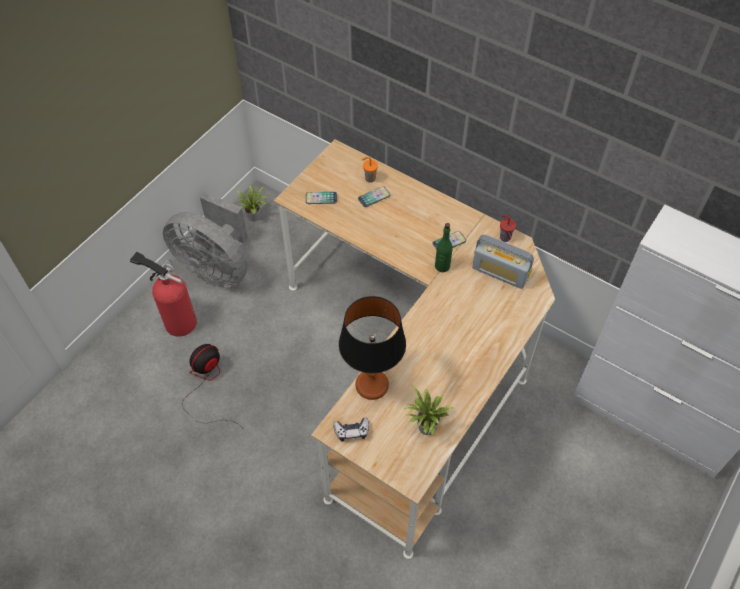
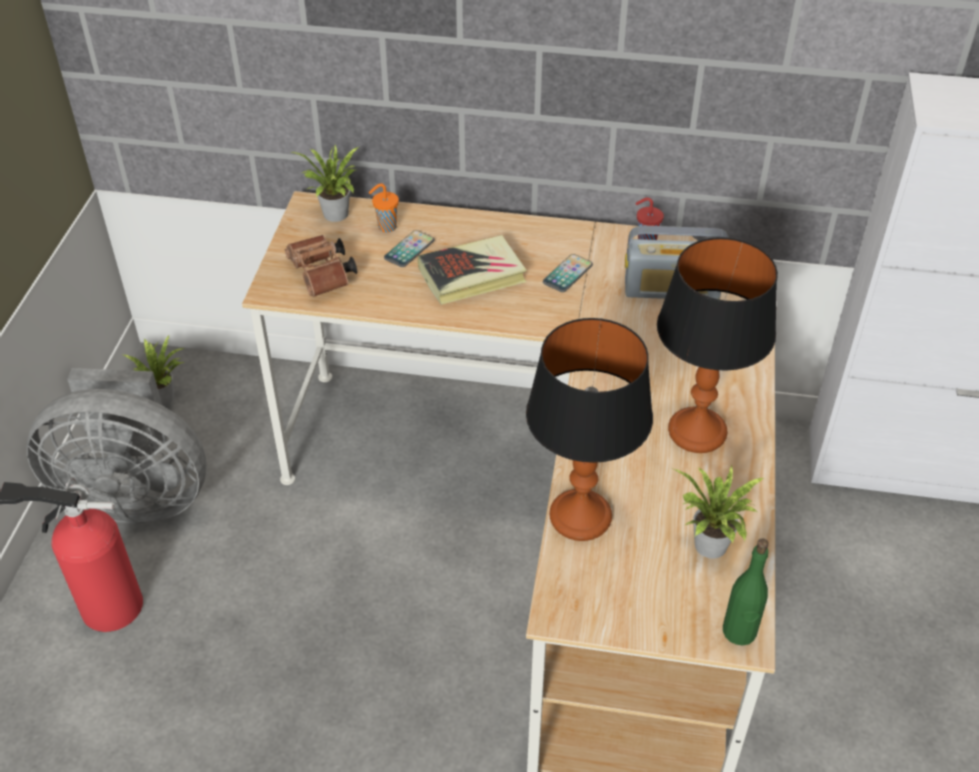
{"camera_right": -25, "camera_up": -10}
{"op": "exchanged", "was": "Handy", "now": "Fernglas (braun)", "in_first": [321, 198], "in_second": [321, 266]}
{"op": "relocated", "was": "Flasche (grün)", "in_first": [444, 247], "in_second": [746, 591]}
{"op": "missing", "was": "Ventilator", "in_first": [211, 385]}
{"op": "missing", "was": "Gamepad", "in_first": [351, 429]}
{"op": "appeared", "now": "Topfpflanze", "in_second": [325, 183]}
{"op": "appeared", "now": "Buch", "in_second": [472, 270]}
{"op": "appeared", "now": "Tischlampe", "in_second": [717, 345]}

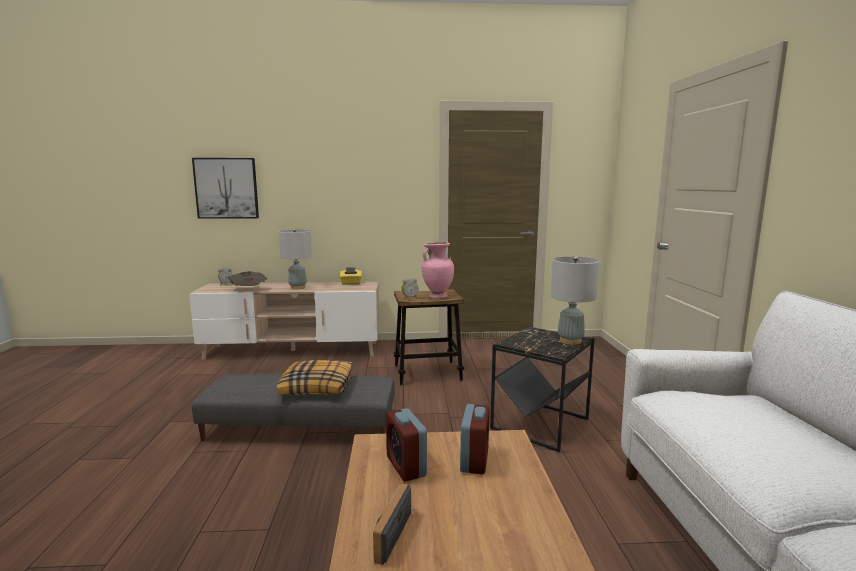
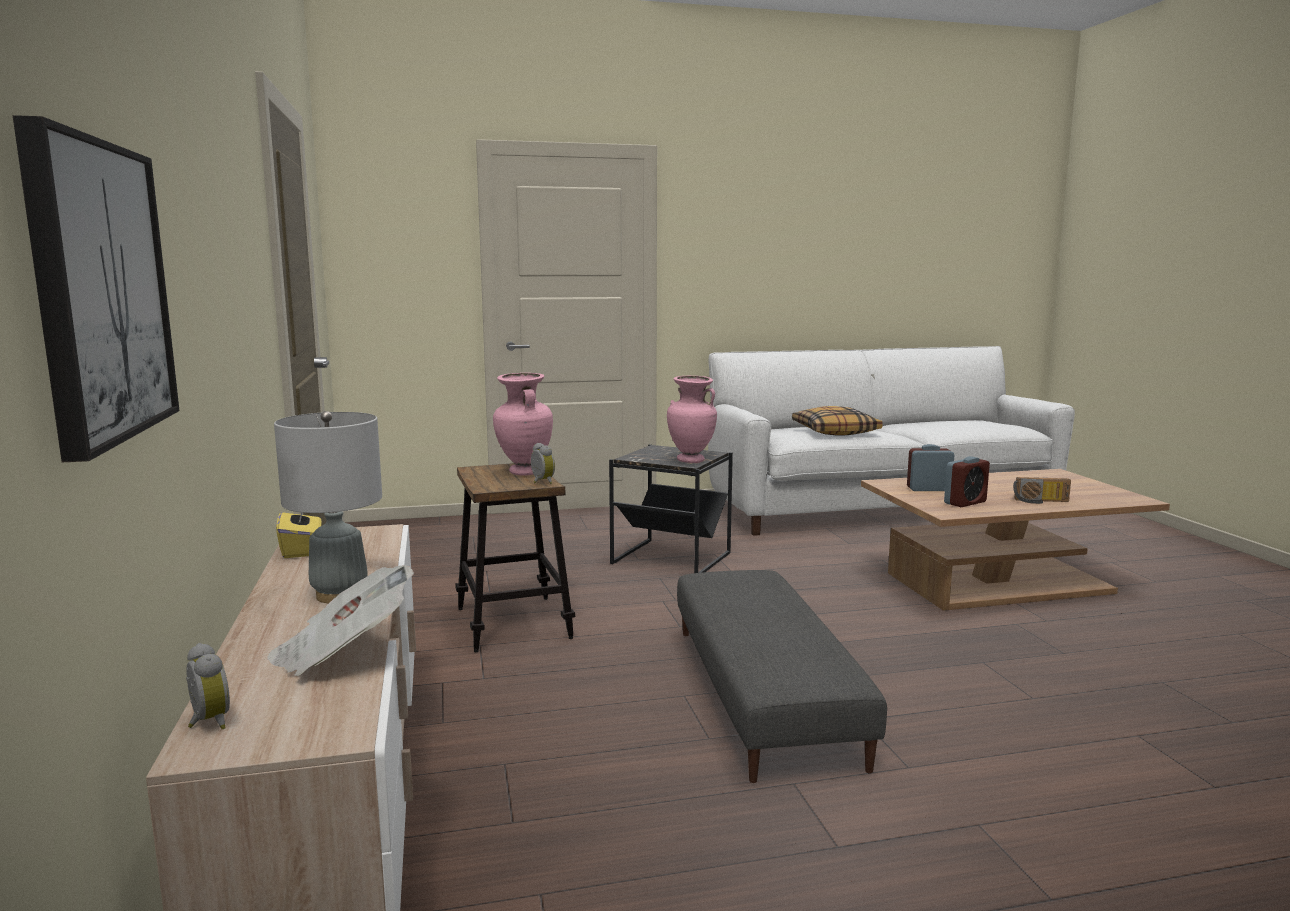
{"camera_right": -100, "camera_up": 0}
{"op": "missing", "was": "Tischlampe (grau)", "in_first": [575, 300]}
{"op": "relocated", "was": "Kissen", "in_first": [314, 377], "in_second": [837, 420]}
{"op": "appeared", "now": "Vase (rosa)", "in_second": [692, 419]}

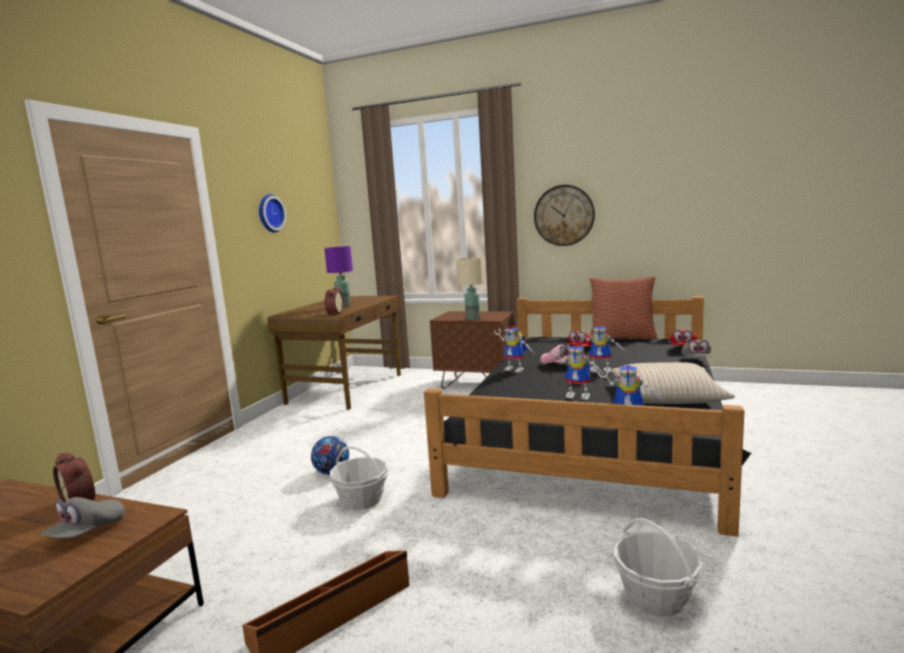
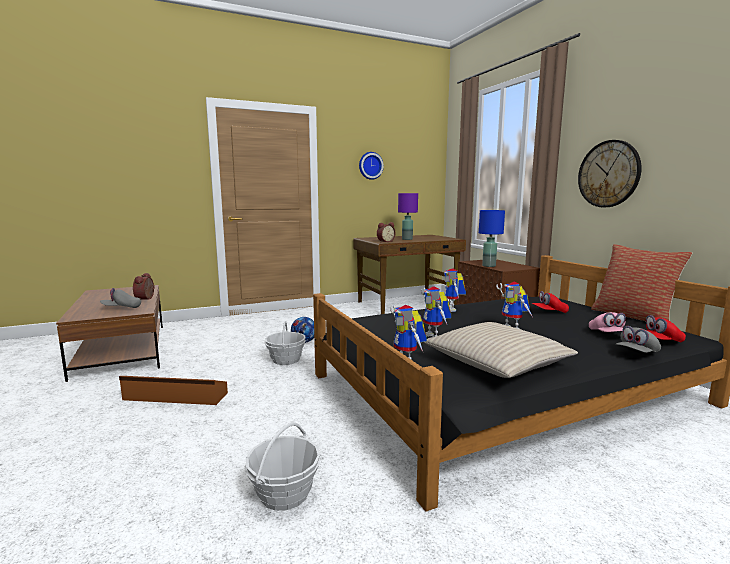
{"camera_right": 45, "camera_up": 0}
{"op": "colour", "was": "Tischlampe (beige)", "now": "Tischlampe (blau)", "in_first": [470, 288], "in_second": [492, 238]}
{"op": "relocated", "was": "Kappe (rosa)", "in_first": [555, 353], "in_second": [607, 322]}

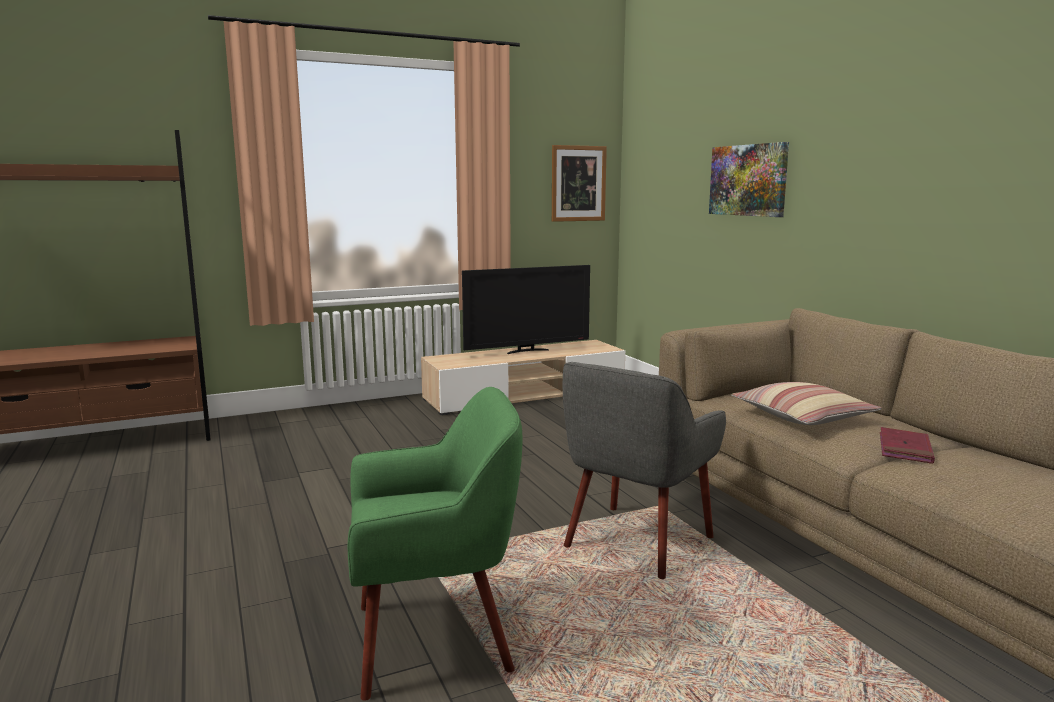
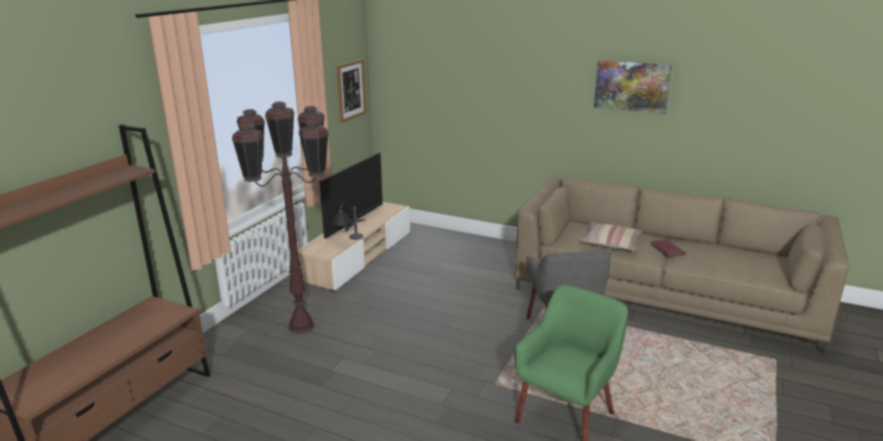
{"camera_right": -40, "camera_up": 10}
{"op": "relocated", "was": "Bild", "in_first": [749, 179], "in_second": [633, 87]}
{"op": "appeared", "now": "Stehlampe (braun)", "in_second": [280, 218]}
{"op": "appeared", "now": "Tischlampe", "in_second": [347, 220]}

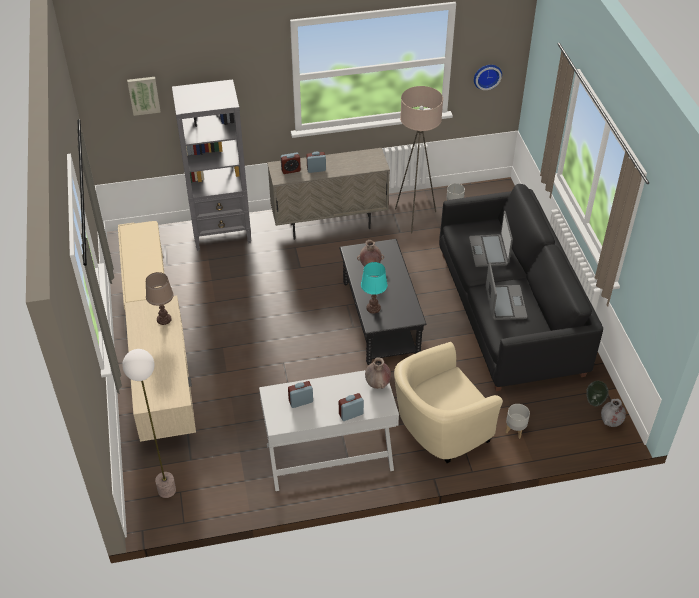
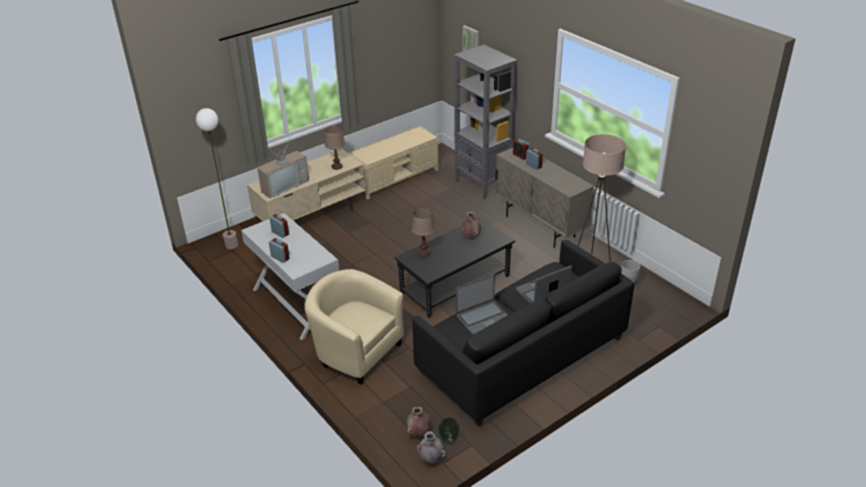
{"camera_right": 65, "camera_up": -10}
{"op": "missing", "was": "Wanduhr", "in_first": [488, 77]}
{"op": "colour", "was": "Tischlampe (türkis)", "now": "Tischlampe (braun)", "in_first": [374, 287], "in_second": [423, 232]}
{"op": "relocated", "was": "Vase (braun)", "in_first": [378, 373], "in_second": [419, 422]}
{"op": "missing", "was": "Pflanzkübel (grau)", "in_first": [517, 421]}
{"op": "appeared", "now": "Fernseher", "in_second": [283, 167]}

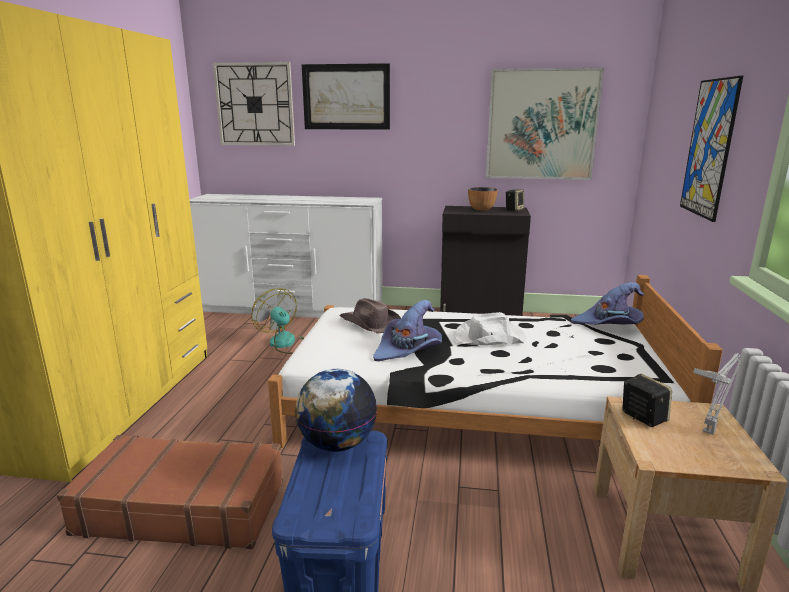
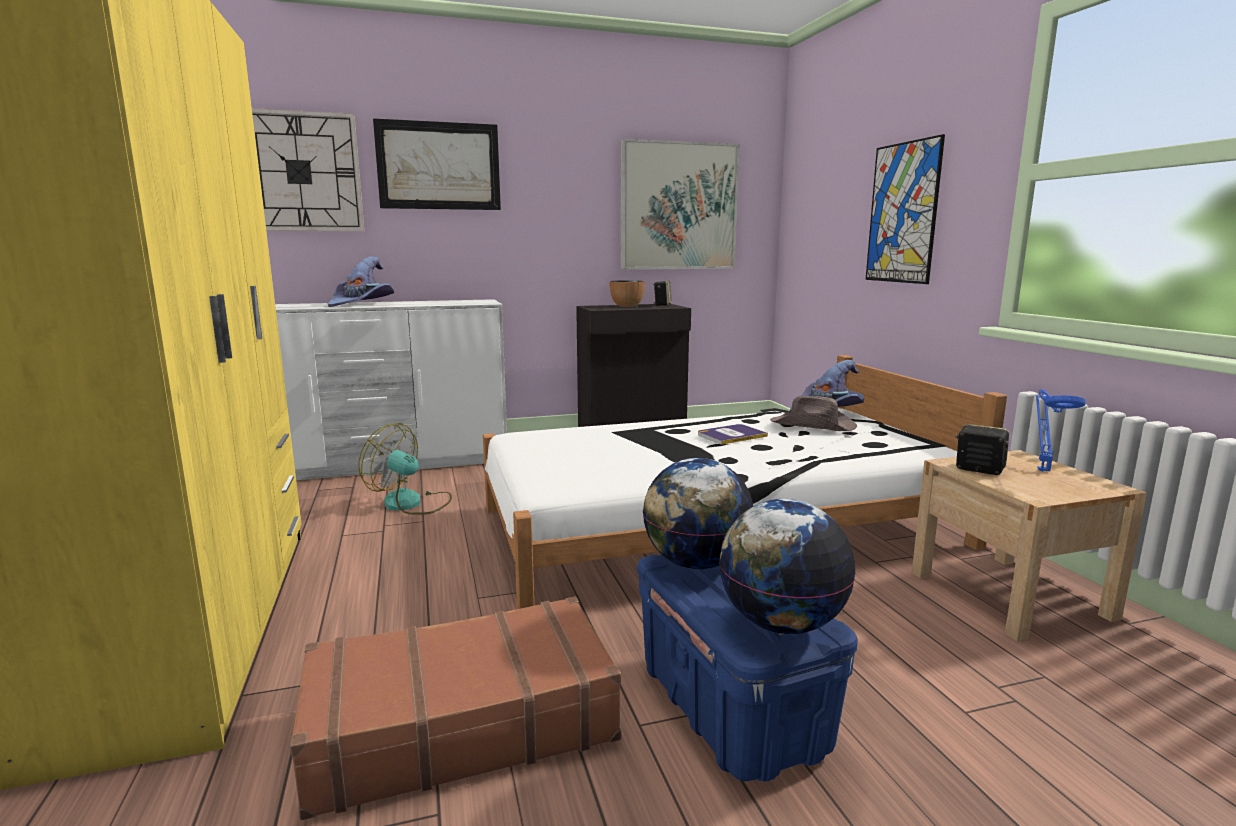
{"camera_right": -25, "camera_up": -5}
{"op": "relocated", "was": "Hut (braun)", "in_first": [370, 316], "in_second": [813, 413]}
{"op": "relocated", "was": "Hut (lila)", "in_first": [407, 330], "in_second": [361, 281]}
{"op": "exchanged", "was": "Hut (weiß)", "now": "Buch", "in_first": [490, 328], "in_second": [733, 434]}
{"op": "colour", "was": "Tischlampe (grau)", "now": "Tischlampe (blau)", "in_first": [717, 394], "in_second": [1061, 430]}
{"op": "appeared", "now": "Globus", "in_second": [787, 566]}

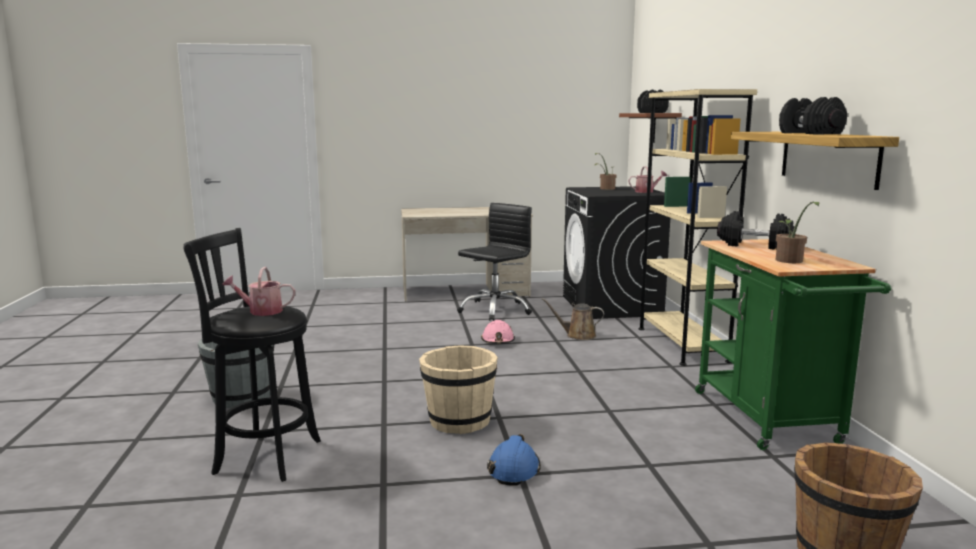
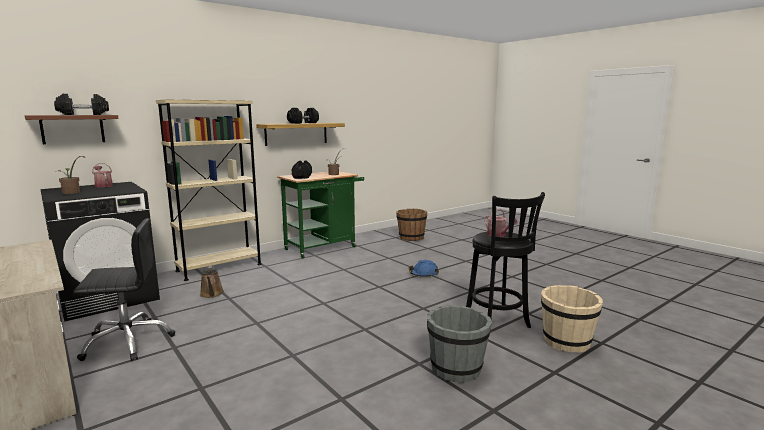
{"camera_right": -120, "camera_up": 0}
{"op": "spun", "was": "Bürostuhl (schwarz)", "in_first": [494, 262], "in_second": [124, 289], "clockwise": 150}
{"op": "missing", "was": "Schutzhelm (rosa)", "in_first": [498, 331]}
{"op": "relocated", "was": "Eimer (beige)", "in_first": [458, 389], "in_second": [572, 319]}

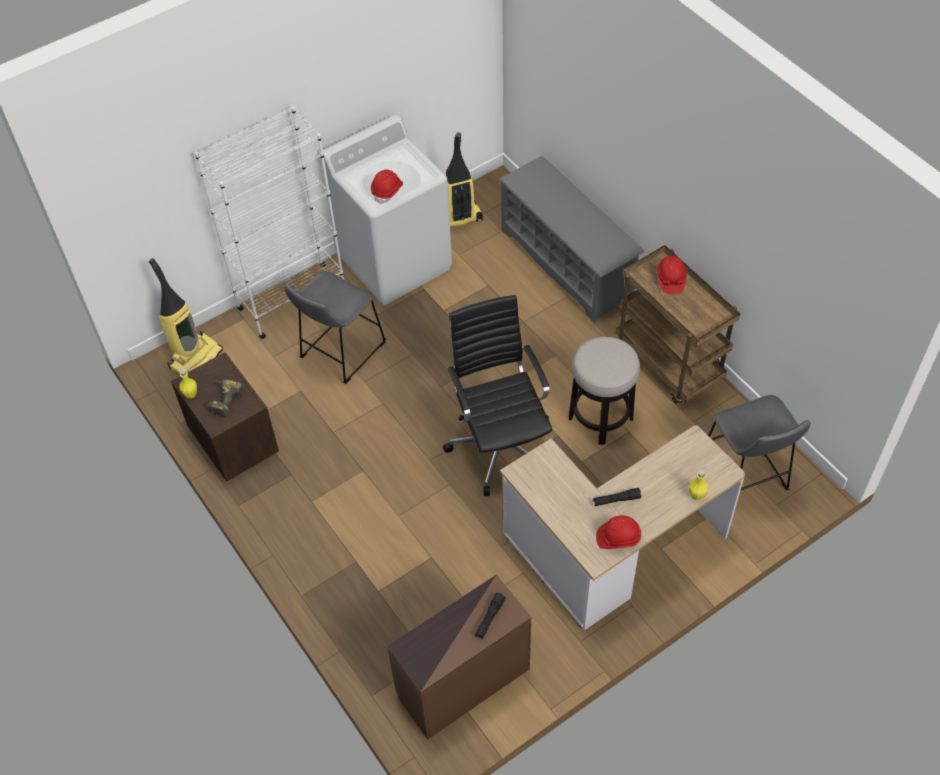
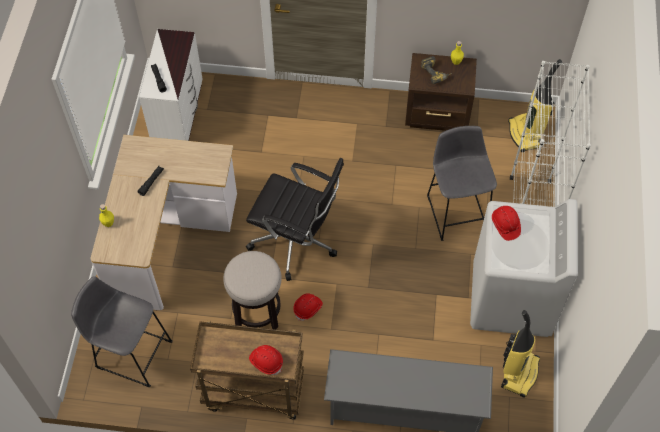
{"camera_right": 130, "camera_up": 5}
{"op": "relocated", "was": "Schutzhelm (rot)", "in_first": [618, 532], "in_second": [308, 307]}
{"op": "colour", "was": "Kommode (braun)", "now": "Kommode (weiß)", "in_first": [459, 656], "in_second": [171, 85]}

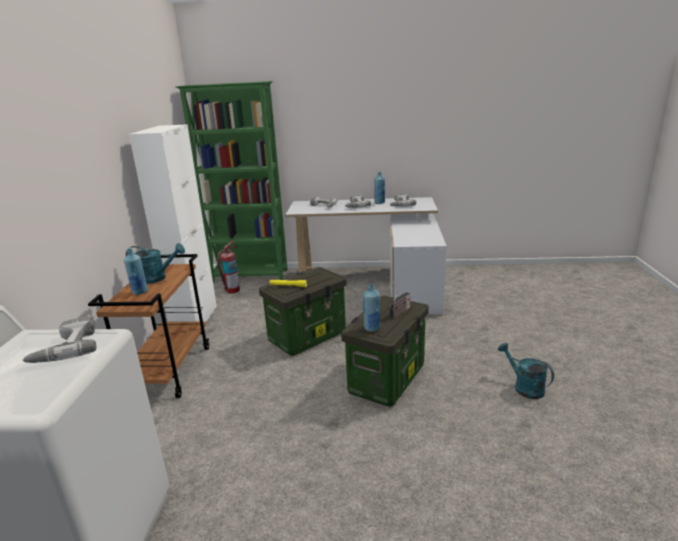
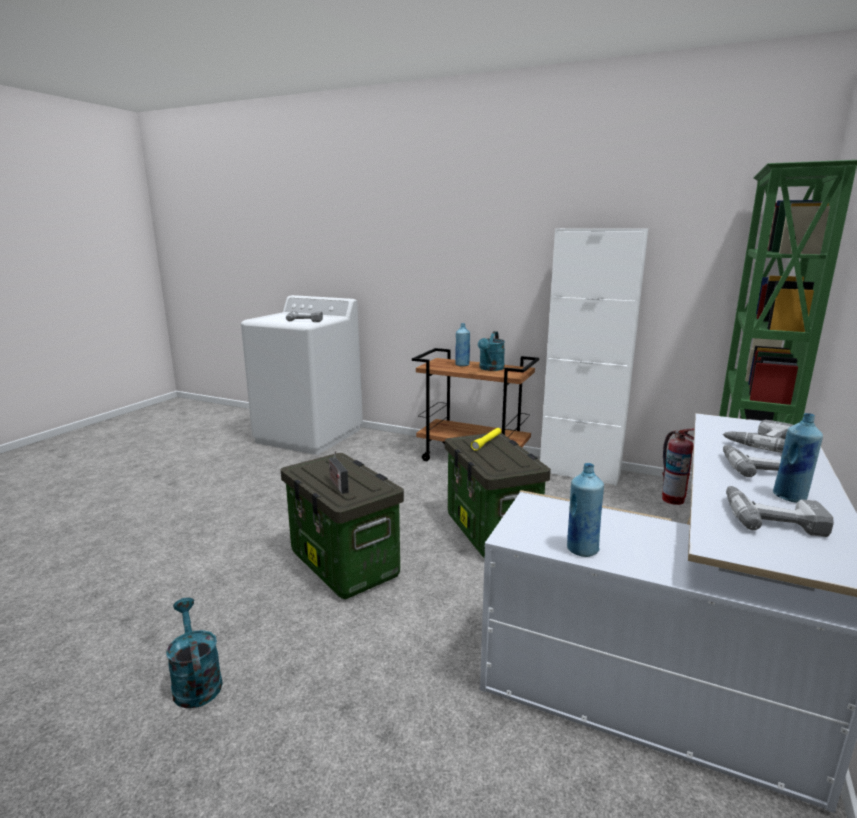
{"camera_right": 110, "camera_up": -5}
{"op": "relocated", "was": "Flasche (blau)", "in_first": [371, 308], "in_second": [585, 510]}
{"op": "spun", "was": "Gießkanne (türkis)", "in_first": [526, 371], "in_second": [194, 653], "clockwise": -105}

